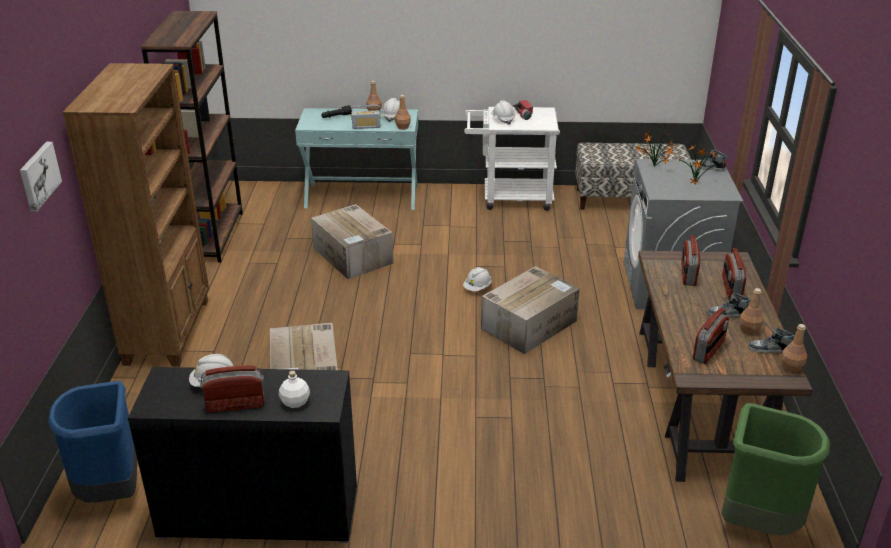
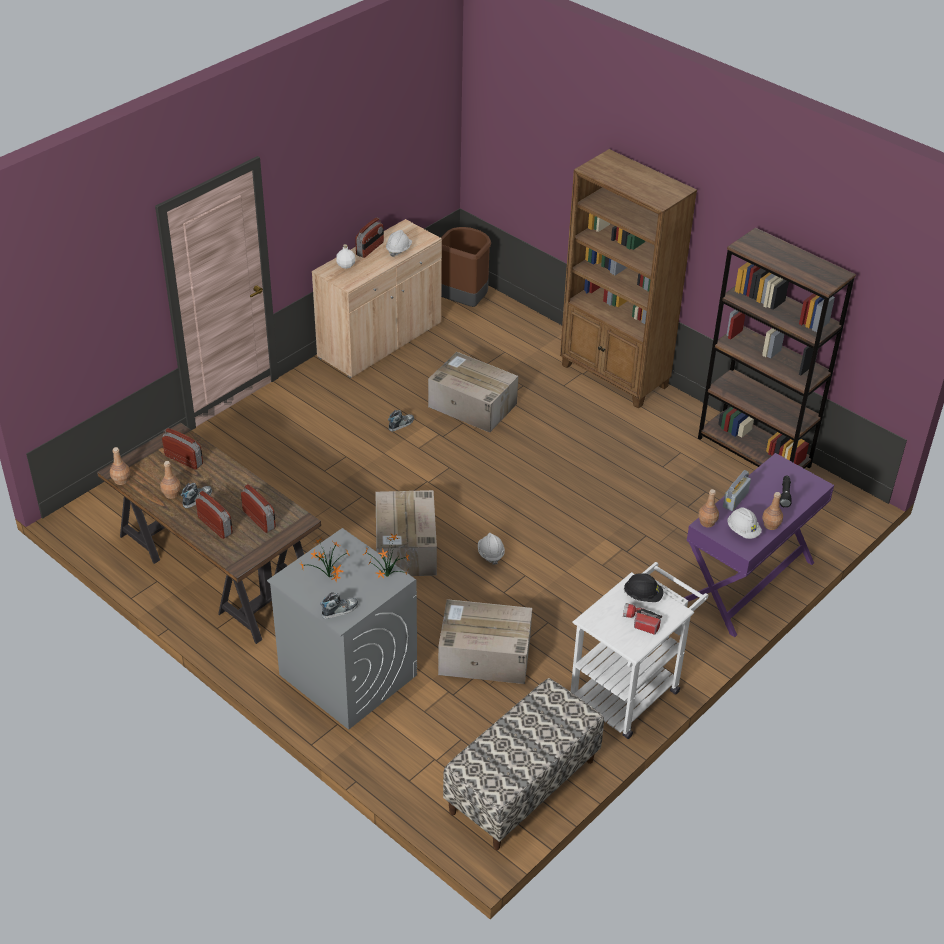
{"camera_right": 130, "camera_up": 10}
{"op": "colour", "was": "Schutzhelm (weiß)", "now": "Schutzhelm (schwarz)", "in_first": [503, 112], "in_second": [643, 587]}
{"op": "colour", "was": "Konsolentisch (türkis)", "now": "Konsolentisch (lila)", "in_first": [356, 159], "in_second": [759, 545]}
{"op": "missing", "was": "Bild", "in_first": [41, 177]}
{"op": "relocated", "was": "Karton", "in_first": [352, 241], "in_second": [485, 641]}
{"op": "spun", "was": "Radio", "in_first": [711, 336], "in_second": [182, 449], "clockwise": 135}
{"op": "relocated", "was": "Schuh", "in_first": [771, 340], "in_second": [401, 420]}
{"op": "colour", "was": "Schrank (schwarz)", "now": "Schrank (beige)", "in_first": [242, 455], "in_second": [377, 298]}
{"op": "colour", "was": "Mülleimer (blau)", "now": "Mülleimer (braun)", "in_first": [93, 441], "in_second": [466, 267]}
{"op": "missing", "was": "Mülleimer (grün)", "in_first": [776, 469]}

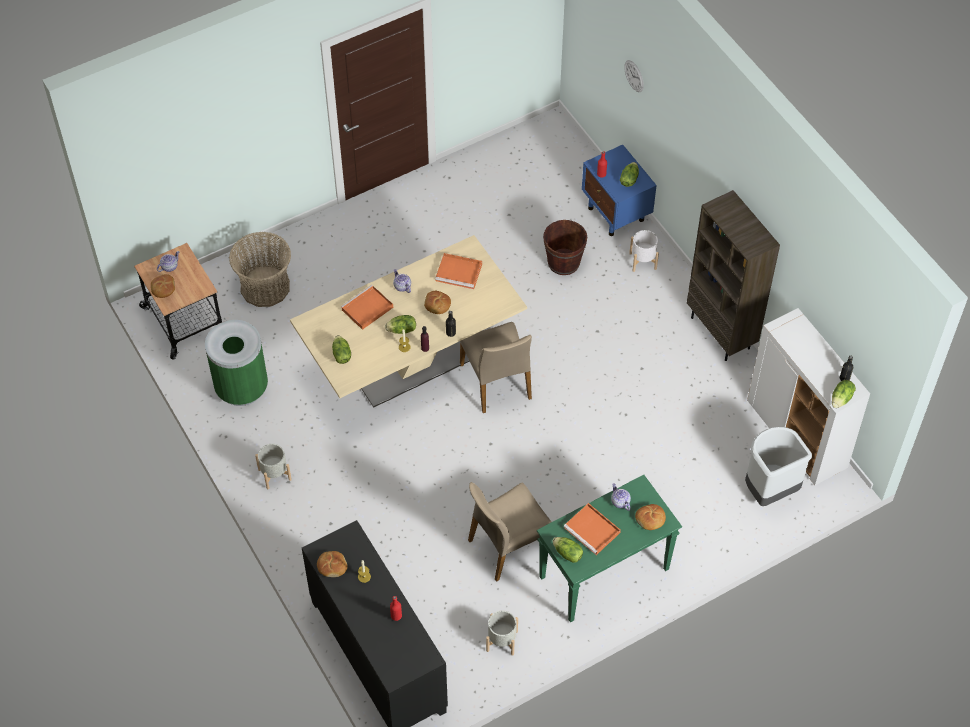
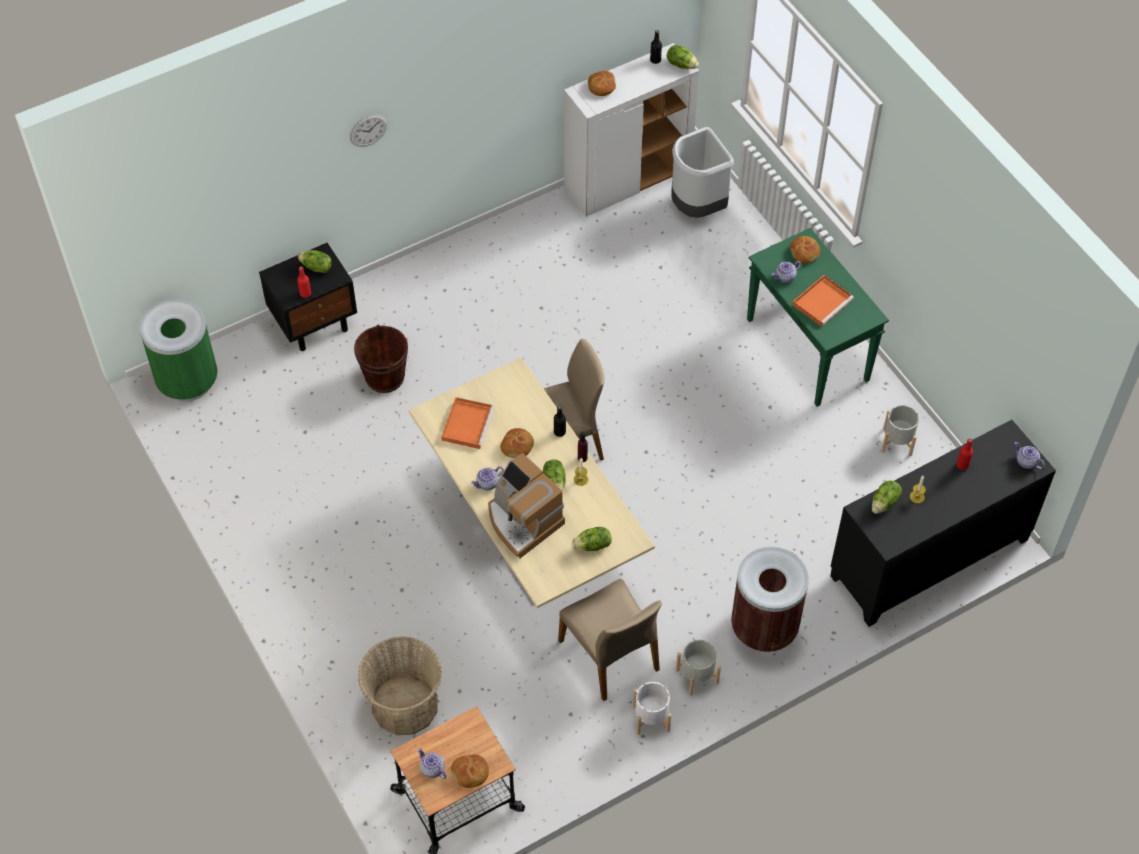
{"camera_right": -90, "camera_up": 0}
{"op": "relocated", "was": "Wanduhr", "in_first": [634, 76], "in_second": [368, 130]}
{"op": "colour", "was": "Nachttisch (blau)", "now": "Nachttisch (schwarz)", "in_first": [619, 190], "in_second": [308, 297]}
{"op": "missing", "was": "Bücherregal (braun)", "in_first": [733, 275]}
{"op": "relocated", "was": "Pflanzkübel (weiß)", "in_first": [644, 251], "in_second": [652, 708]}
{"op": "exchanged", "was": "Tablett (orange)", "now": "Kaffeemaschine", "in_first": [367, 307], "in_second": [526, 505]}
{"op": "relocated", "was": "Mülleimer (grün)", "in_first": [236, 363], "in_second": [178, 350]}
{"op": "relocated", "was": "Stuhl (beige)", "in_first": [509, 532], "in_second": [610, 640]}
{"op": "relocated", "was": "Salatkopf", "in_first": [567, 550], "in_second": [887, 497]}
{"op": "relocated", "was": "Brot", "in_first": [332, 564], "in_second": [602, 83]}
{"op": "appeared", "now": "Teekanne", "in_second": [1029, 455]}
{"op": "appeared", "now": "Mülleimer (braun)", "in_second": [770, 599]}

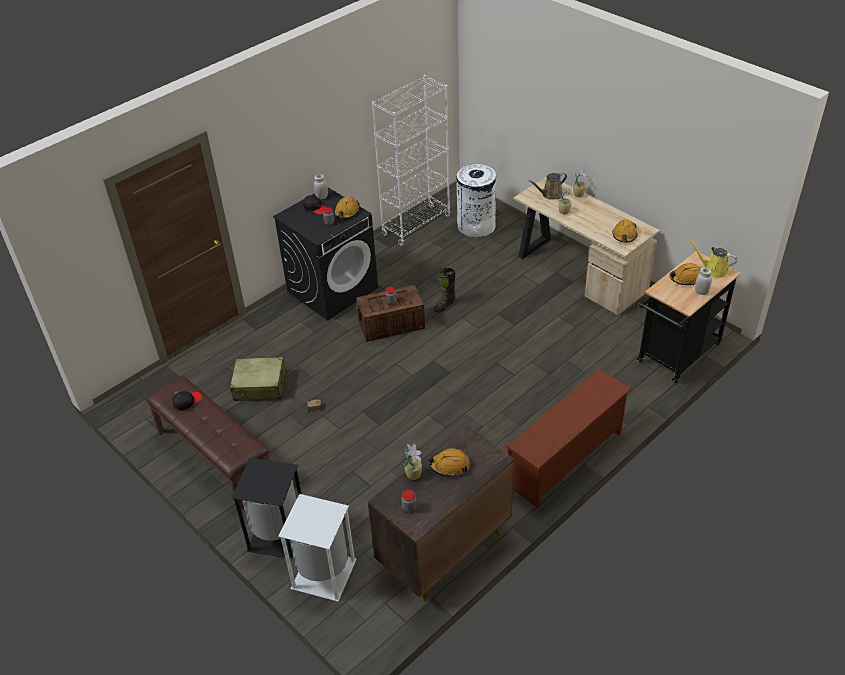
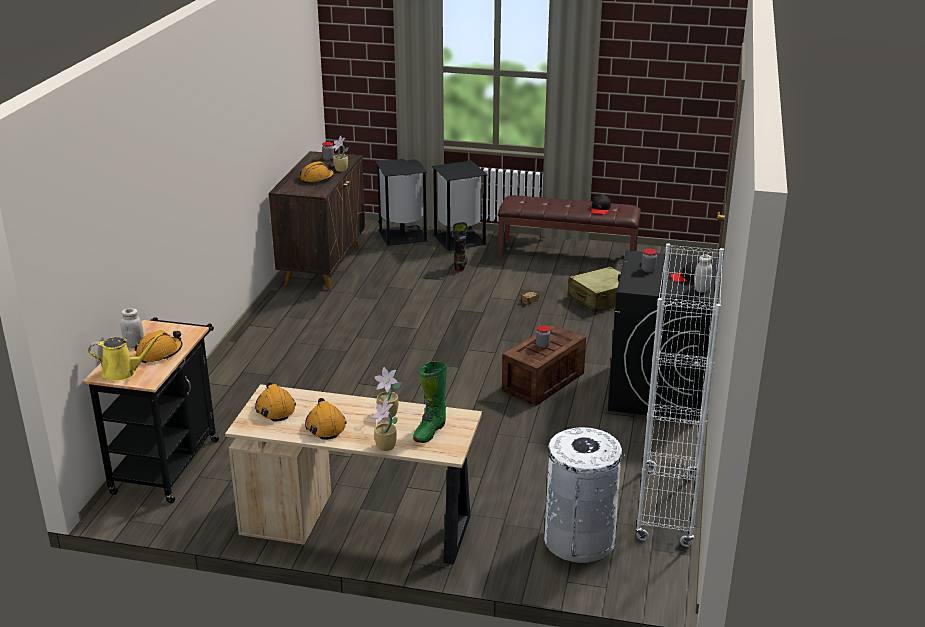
{"camera_right": 145, "camera_up": -15}
{"op": "exchanged", "was": "Gießkanne (braun)", "now": "Stiefel (grün)", "in_first": [548, 186], "in_second": [430, 402]}
{"op": "relocated", "was": "Schutzhelm (orange)", "in_first": [347, 207], "in_second": [326, 419]}
{"op": "relocated", "was": "Stiefel (schwarz)", "in_first": [444, 290], "in_second": [460, 247]}
{"op": "missing", "was": "Schuhregal (braun)", "in_first": [569, 438]}
{"op": "colour", "was": "Mülleimer (weiß)", "now": "Mülleimer (schwarz)", "in_first": [317, 548], "in_second": [402, 202]}

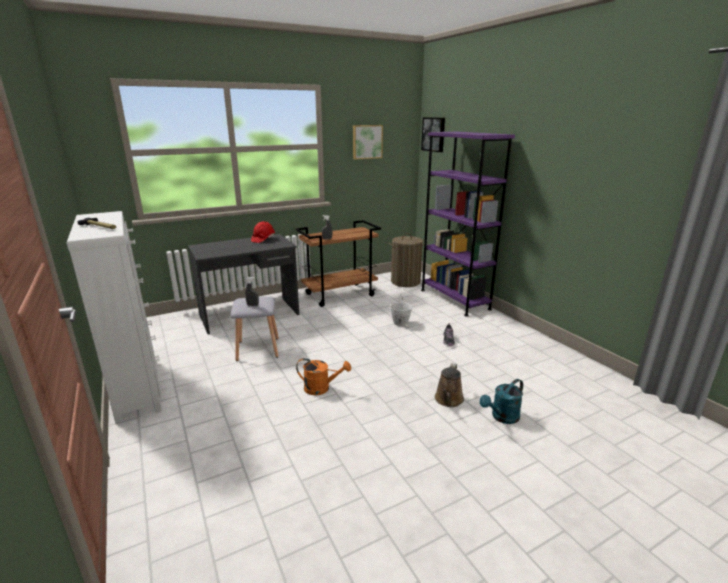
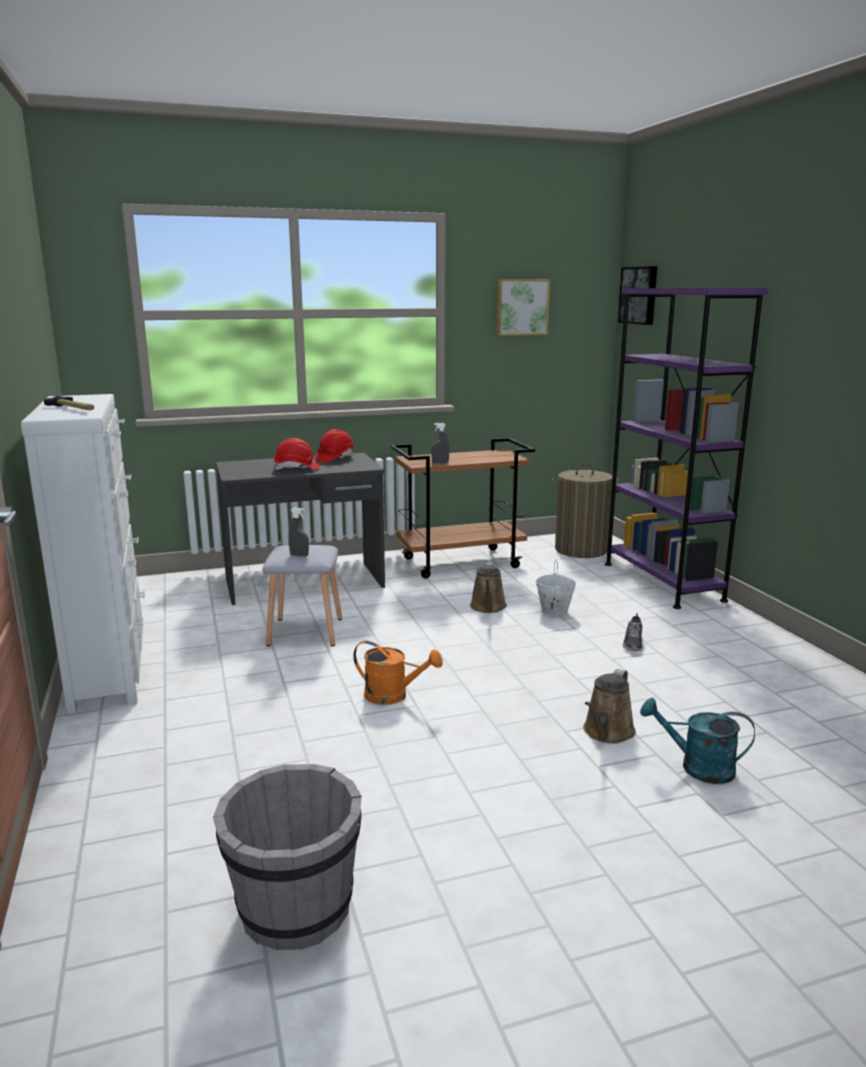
{"camera_right": 10, "camera_up": -5}
{"op": "spun", "was": "Gießkanne (türkis)", "in_first": [501, 401], "in_second": [697, 741], "clockwise": 45}
{"op": "appeared", "now": "Schutzhelm (rot)", "in_second": [296, 454]}
{"op": "appeared", "now": "Gießkanne (braun)", "in_second": [488, 588]}
{"op": "appeared", "now": "Eimer (grau)", "in_second": [287, 857]}

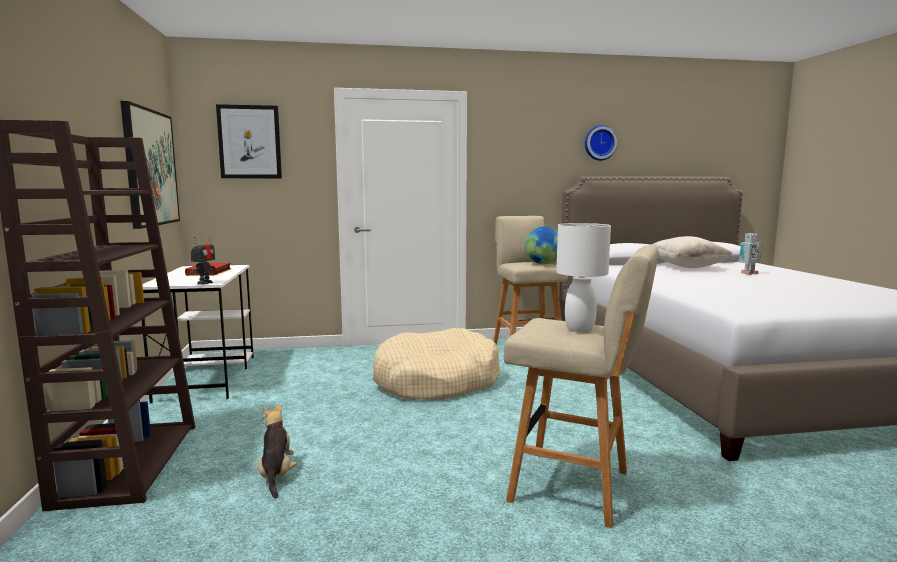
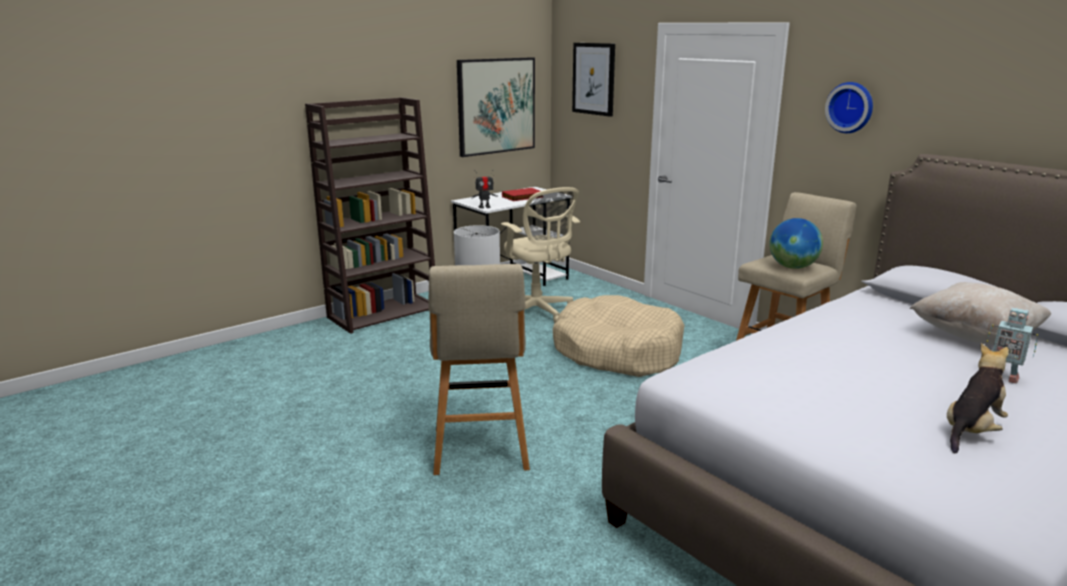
{"camera_right": 60, "camera_up": 10}
{"op": "relocated", "was": "Wanduhr", "in_first": [601, 143], "in_second": [849, 107]}
{"op": "relocated", "was": "Plüschtier", "in_first": [277, 451], "in_second": [978, 398]}
{"op": "appeared", "now": "Bürostuhl (beige)", "in_second": [540, 255]}

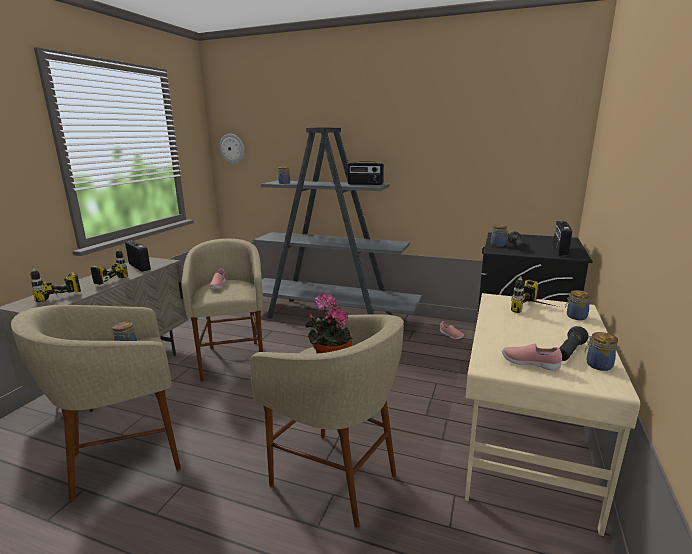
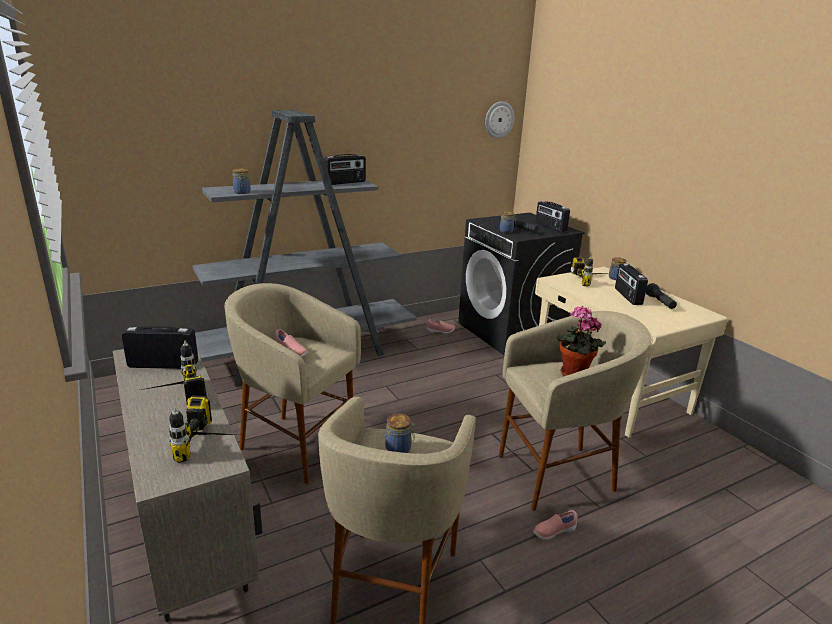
{"camera_right": -50, "camera_up": 5}
{"op": "relocated", "was": "Wanduhr", "in_first": [231, 149], "in_second": [499, 119]}
{"op": "missing", "was": "Vorratsglas", "in_first": [601, 351]}
{"op": "relocated", "was": "Schuh (rosa)", "in_first": [532, 357], "in_second": [555, 525]}
{"op": "appeared", "now": "Radio", "in_second": [631, 284]}

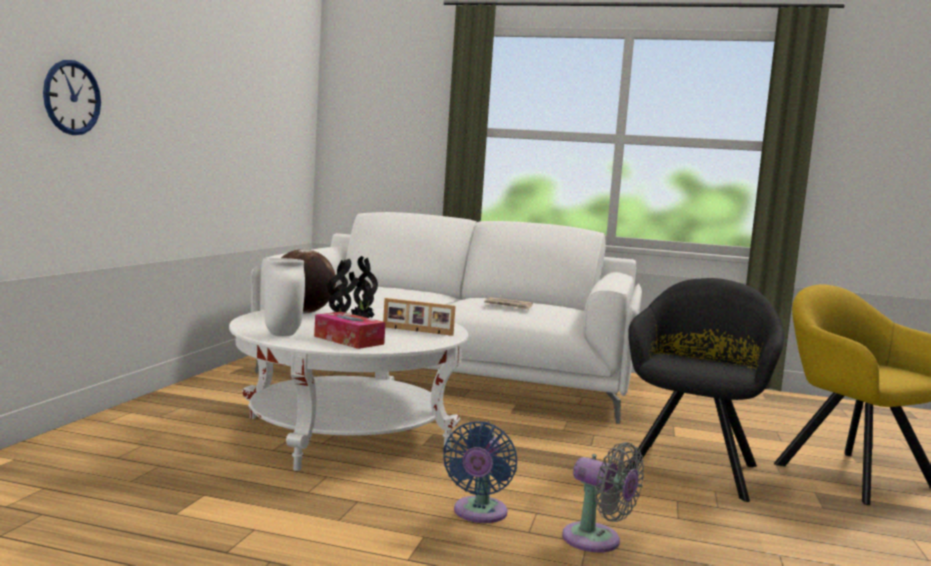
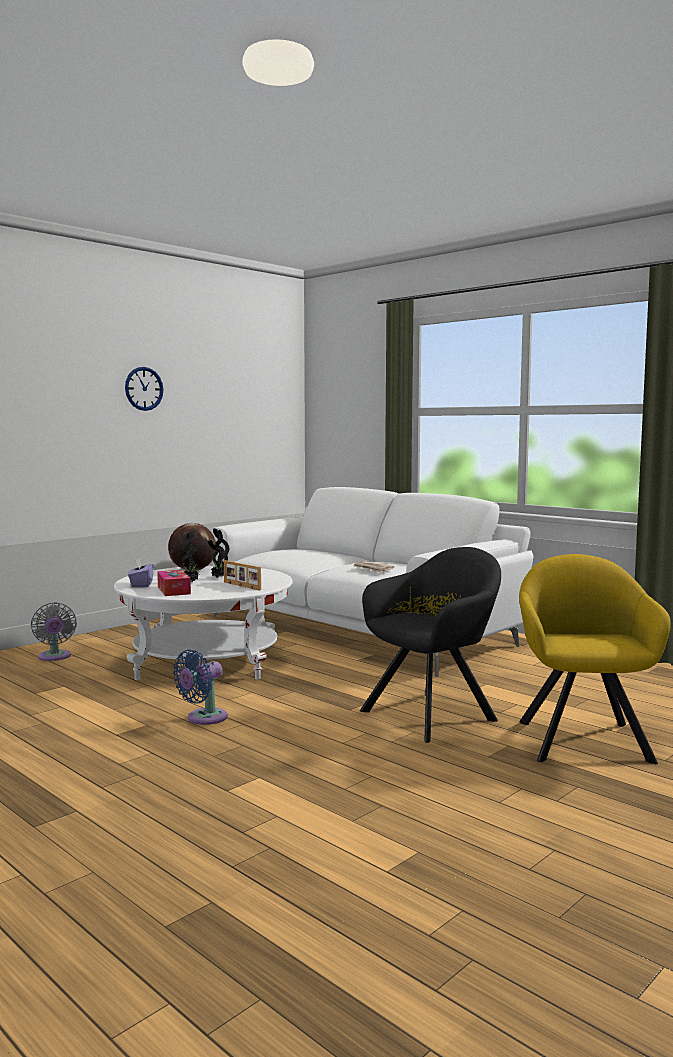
{"camera_right": 30, "camera_up": 0}
{"op": "relocated", "was": "Wanduhr", "in_first": [72, 97], "in_second": [144, 389]}
{"op": "exchanged", "was": "Vase (weiß)", "now": "Taschentuchbox (lila)", "in_first": [285, 297], "in_second": [141, 572]}
{"op": "relocated", "was": "Ventilator (grau)", "in_first": [603, 497], "in_second": [54, 631]}

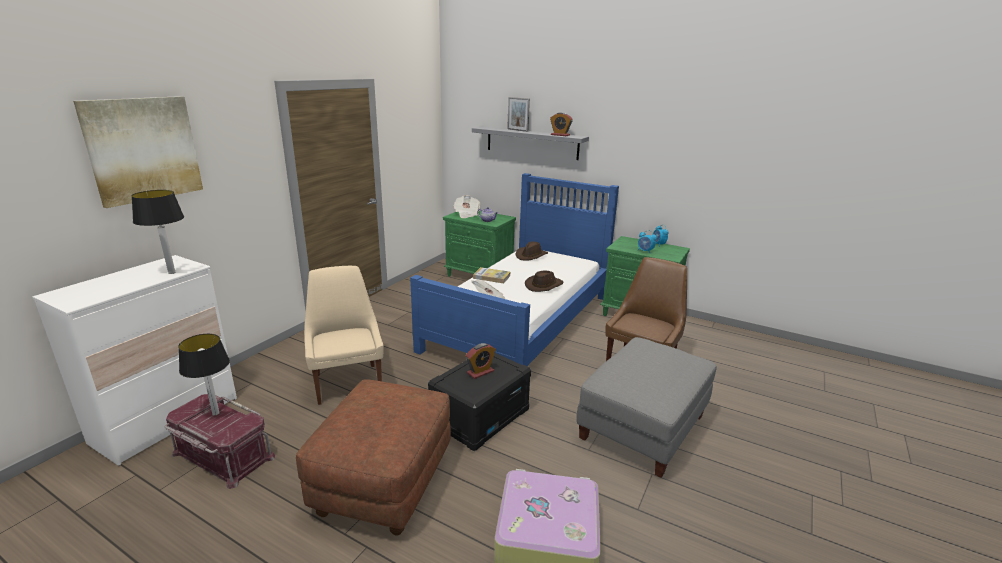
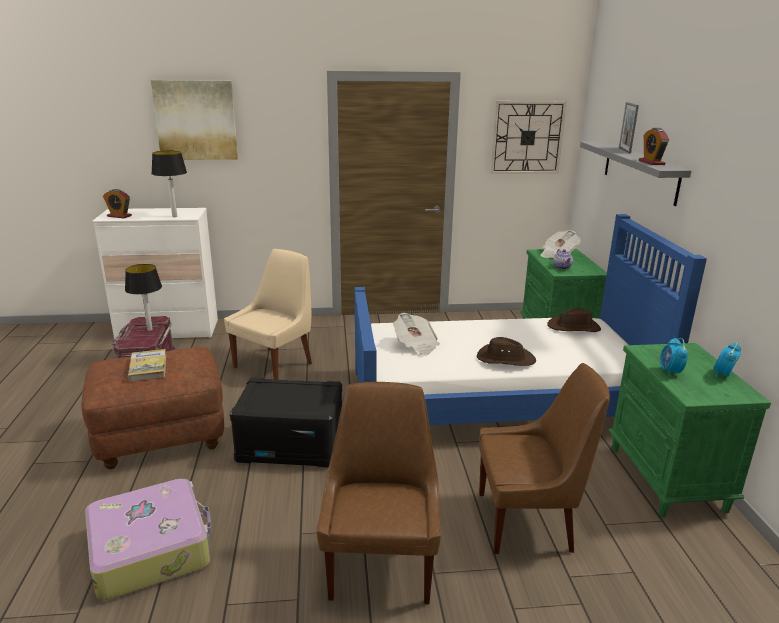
{"camera_right": 55, "camera_up": 0}
{"op": "relocated", "was": "Buch", "in_first": [491, 275], "in_second": [147, 365]}
{"op": "exchanged", "was": "Polsterhocker (grau)", "now": "Stuhl (braun)", "in_first": [647, 407], "in_second": [379, 493]}
{"op": "relocated", "was": "Wecker", "in_first": [481, 361], "in_second": [117, 203]}
{"op": "appeared", "now": "Wanduhr", "in_second": [529, 137]}

